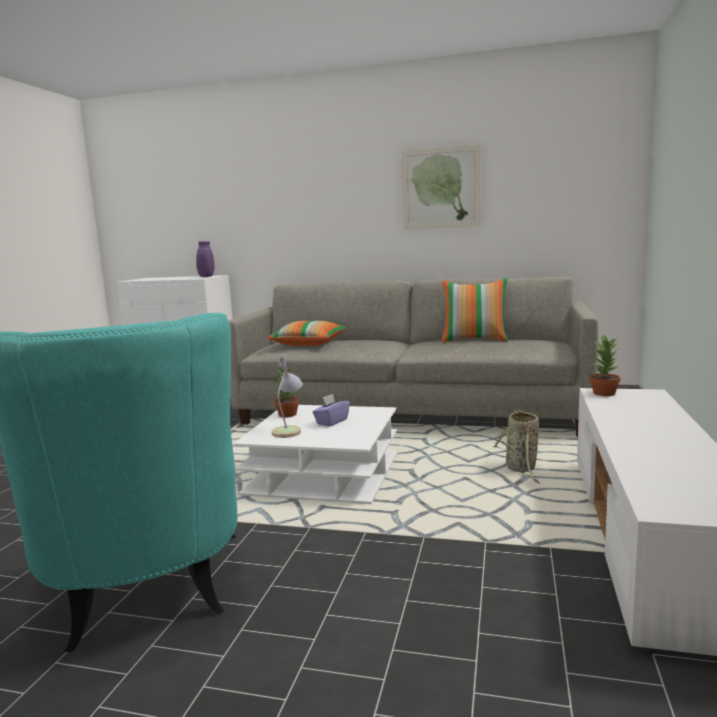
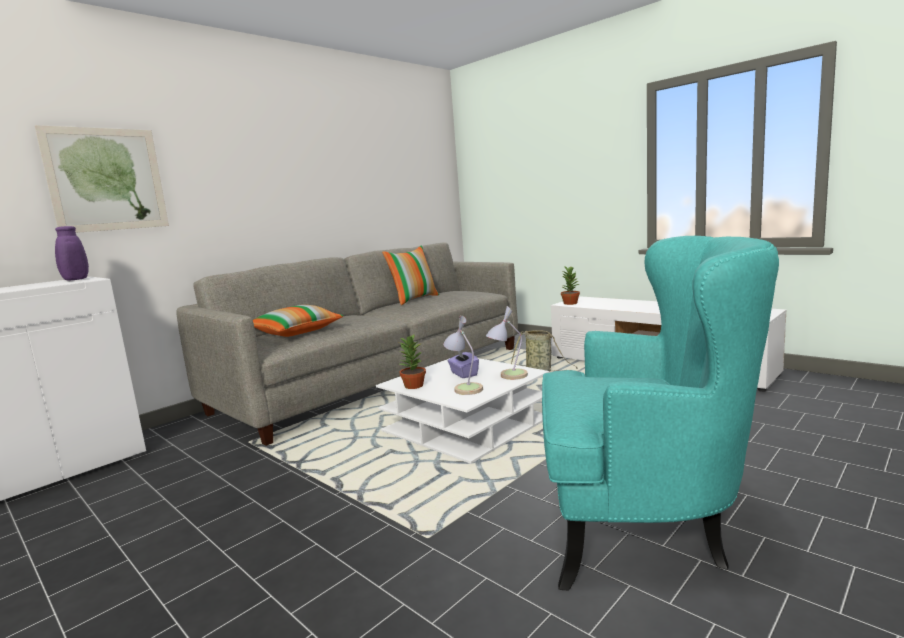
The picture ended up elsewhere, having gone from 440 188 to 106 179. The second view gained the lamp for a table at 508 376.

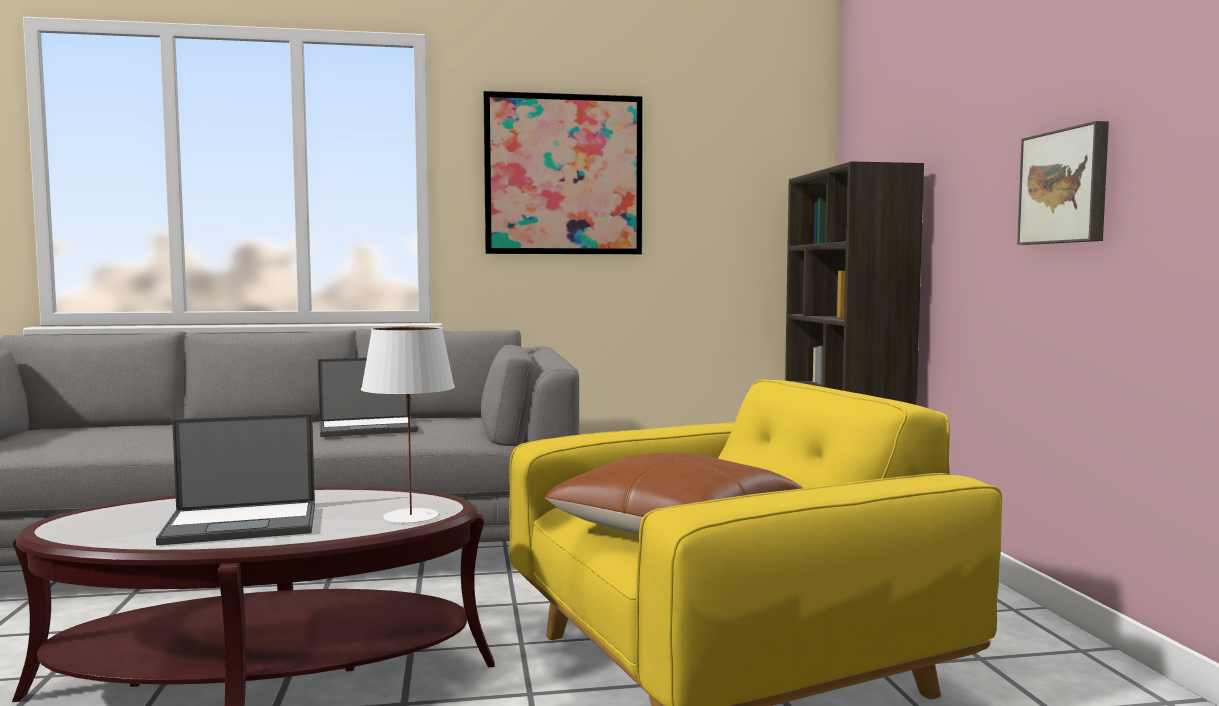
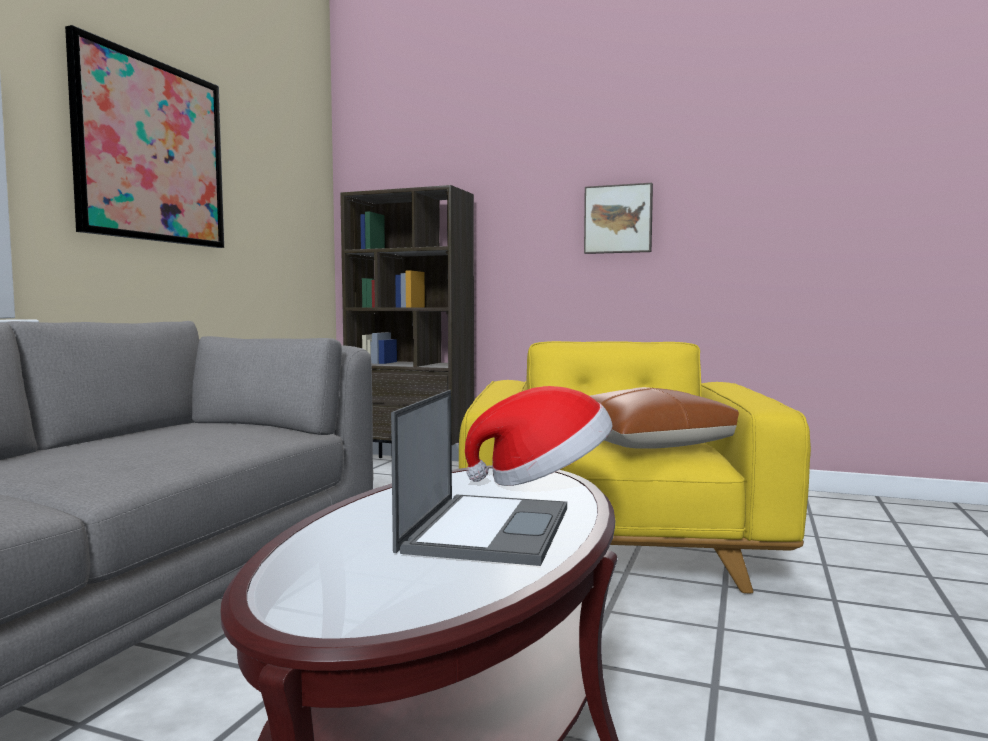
Where the lamp for a table (white) stood at 411 516, the wearable hat came to stand at 544 480. The second view lost the portable computer at 369 428.

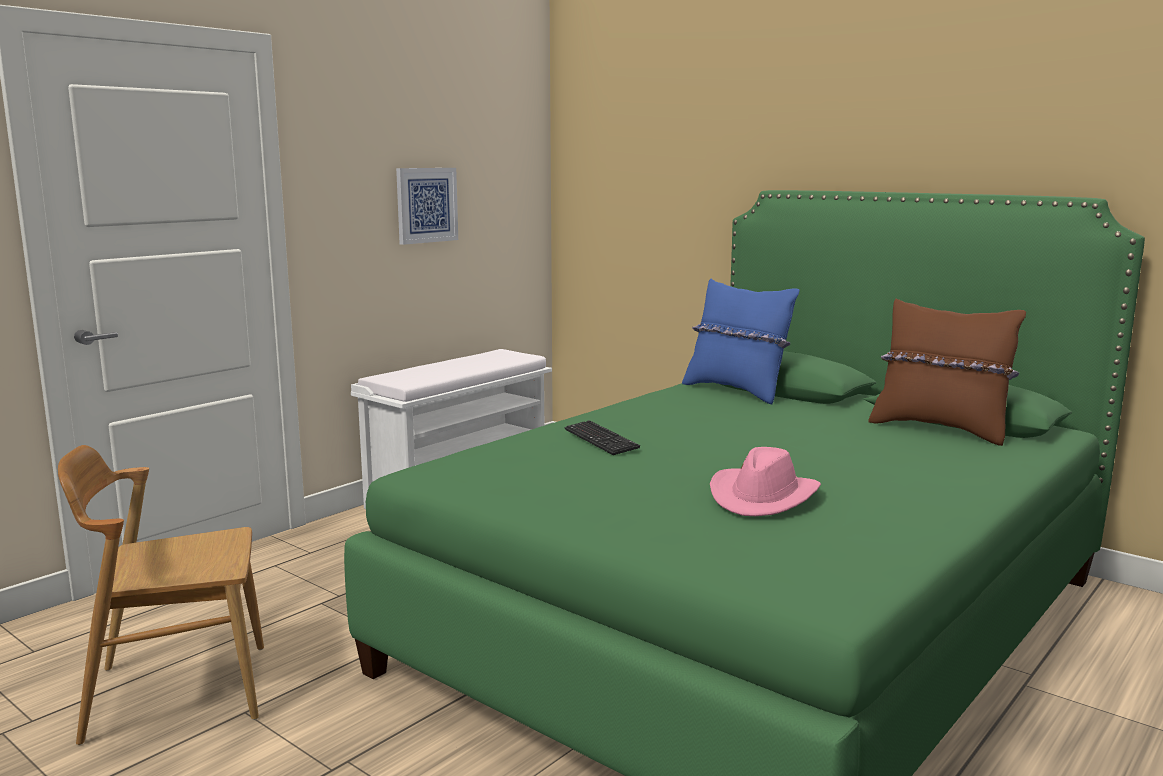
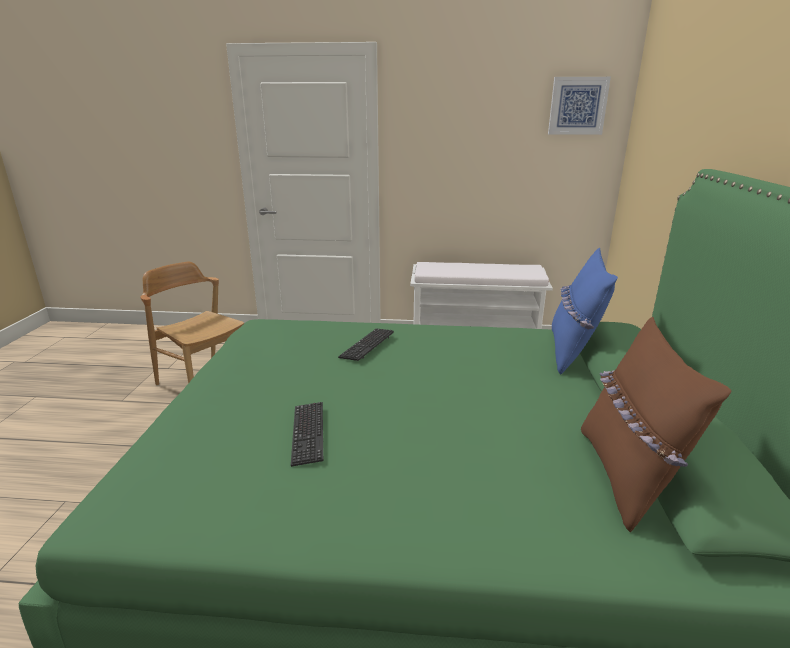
Where the wearable hat (pink) stood at 764 497, the computer keyboard came to stand at 308 434. The picture ended up elsewhere, having gone from 426 205 to 577 106.

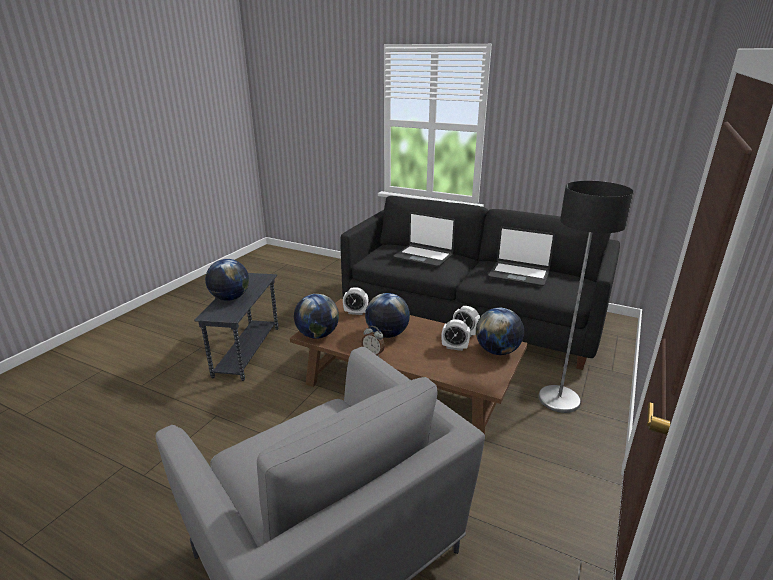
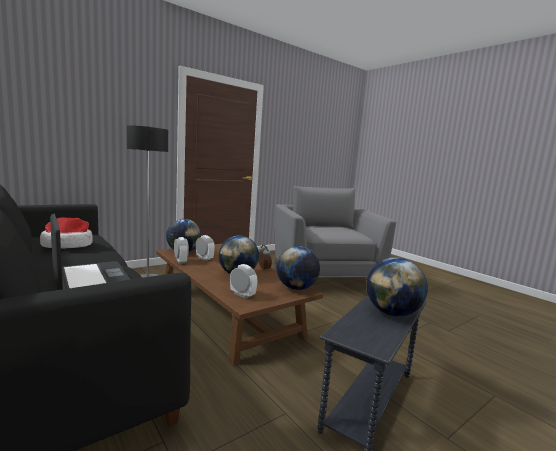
Where the portable computer stood at 519 274, the wearable hat came to stand at 68 245.

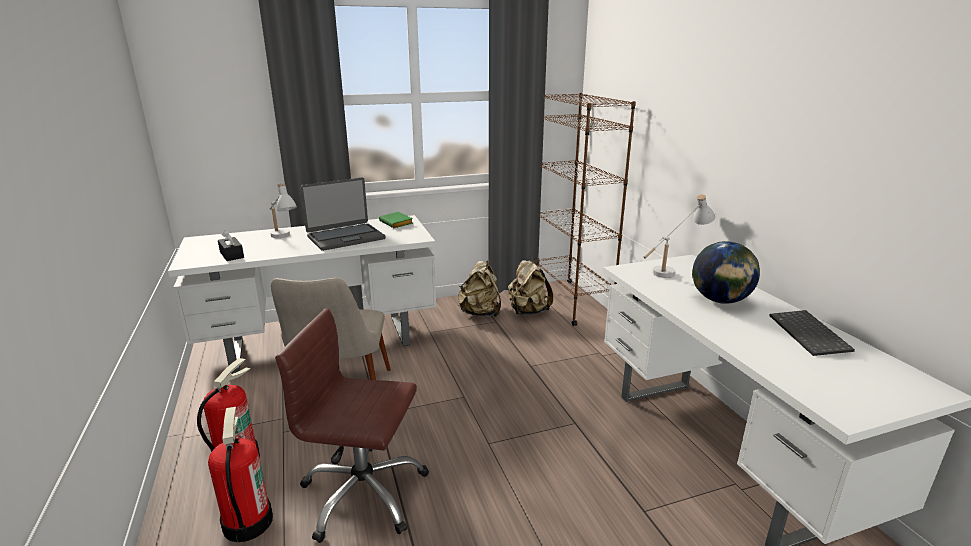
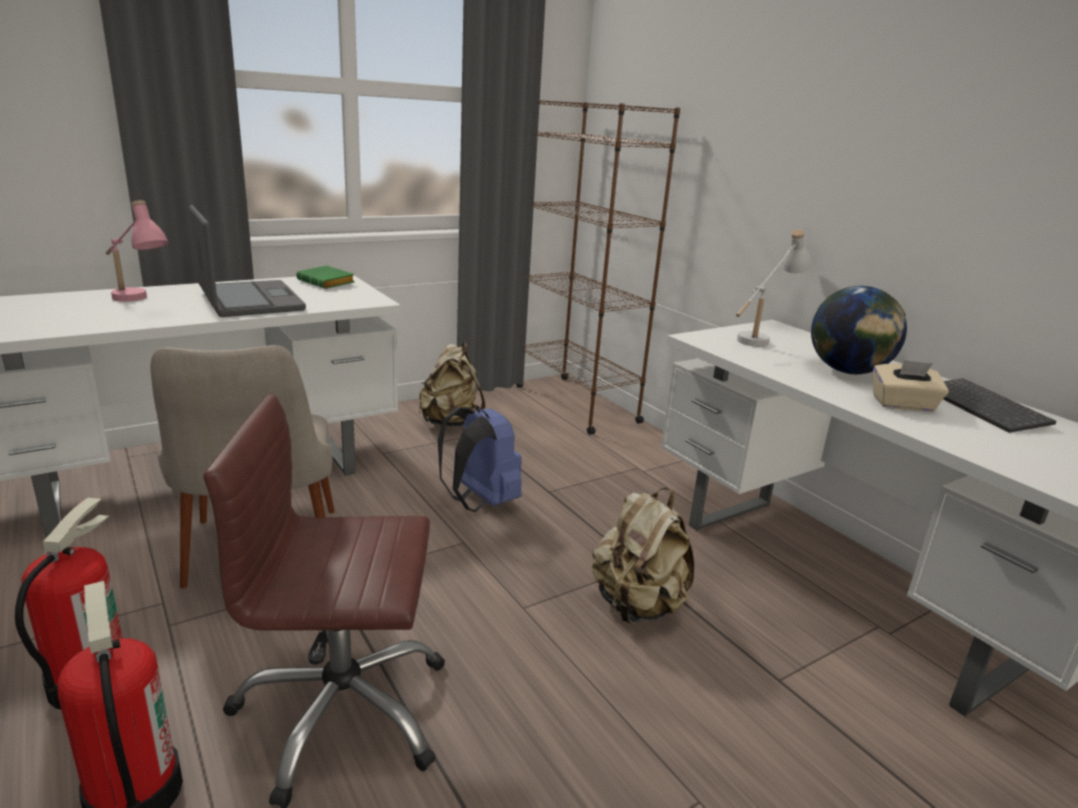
What was the lamp for a table (white) at 283 239 turned into the lamp for a table (pink) at 138 302. The portable computer at 345 237 ended up facing another way, 75 degrees counterclockwise from before. The second view gained the backpack (bluish) at 480 502. The backpack (beige-coloured) ended up elsewhere, having gone from 528 311 to 637 605. The second view gained the tissue box (beige-coloured) at 903 405. The second view lost the tissue box (black-coloured) at 232 255.

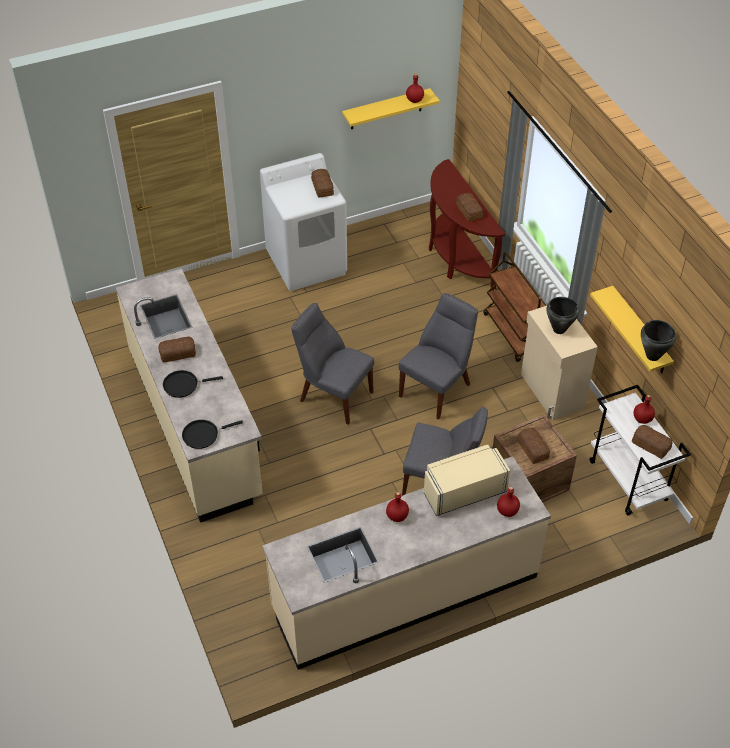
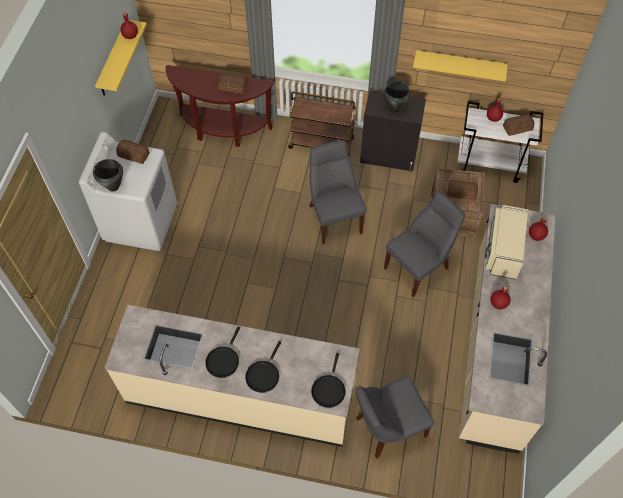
The cooking pot (black-coloured) ended up elsewhere, having gone from 652 356 to 113 187. Where the baked bread stood at 177 353, the pan (black-coloured) came to stand at 223 360. The upright chair (greyish) ended up elsewhere, having gone from 333 395 to 387 427. What was the cabinet (beige-coloured) at 551 392 turned into the cabinet (black-coloured) at 388 156.

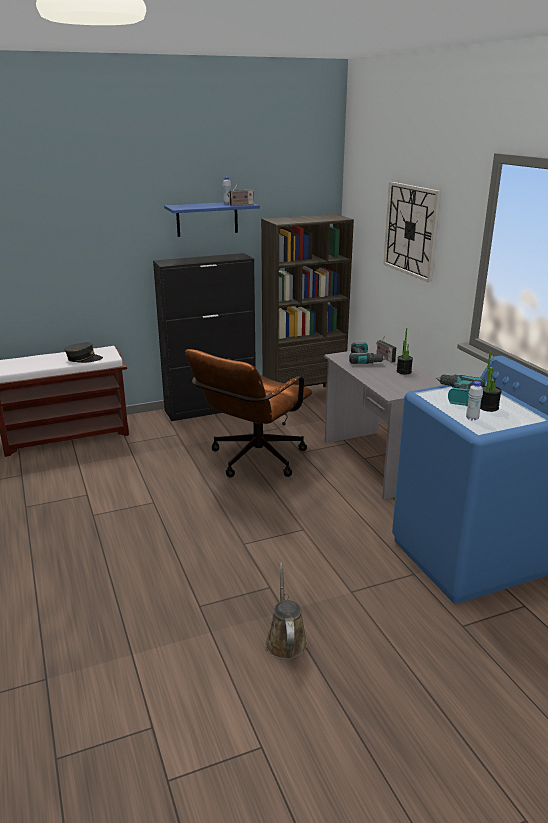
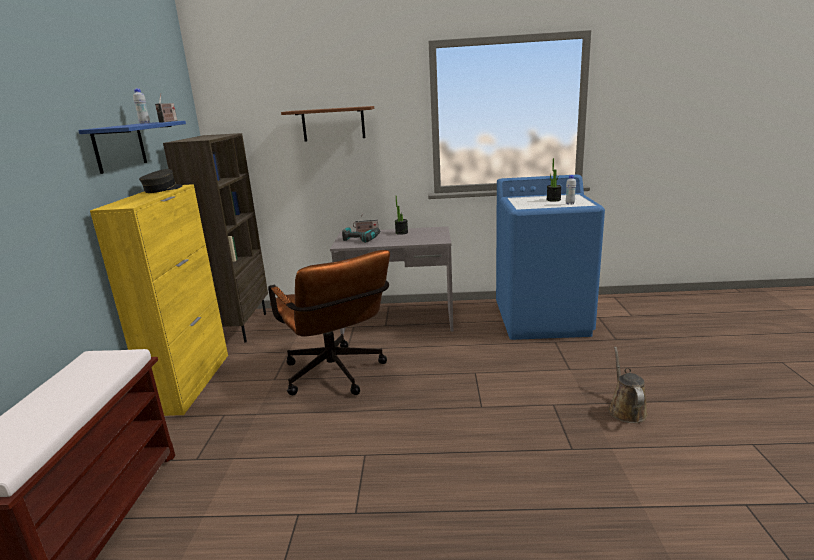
What was the cabinet (black-coloured) at 211 408 turned into the cabinet (yellow-coloured) at 191 382. The baseball cap (greyish) ended up elsewhere, having gone from 83 358 to 163 189. Where the hanging clock hung at 411 230, the wall shelf (brown) came to hang at 333 124. The watering pot (brown) at 285 640 ended up facing another way, 75 degrees clockwise from before. The second view lost the electric drill at 457 395.

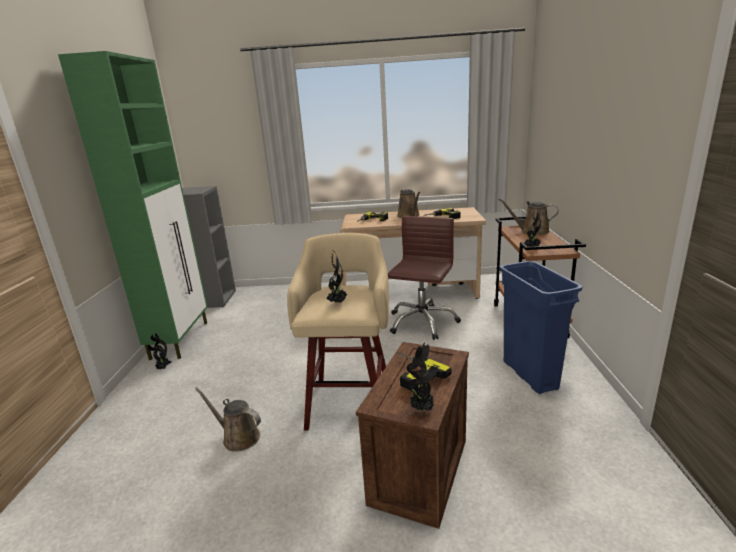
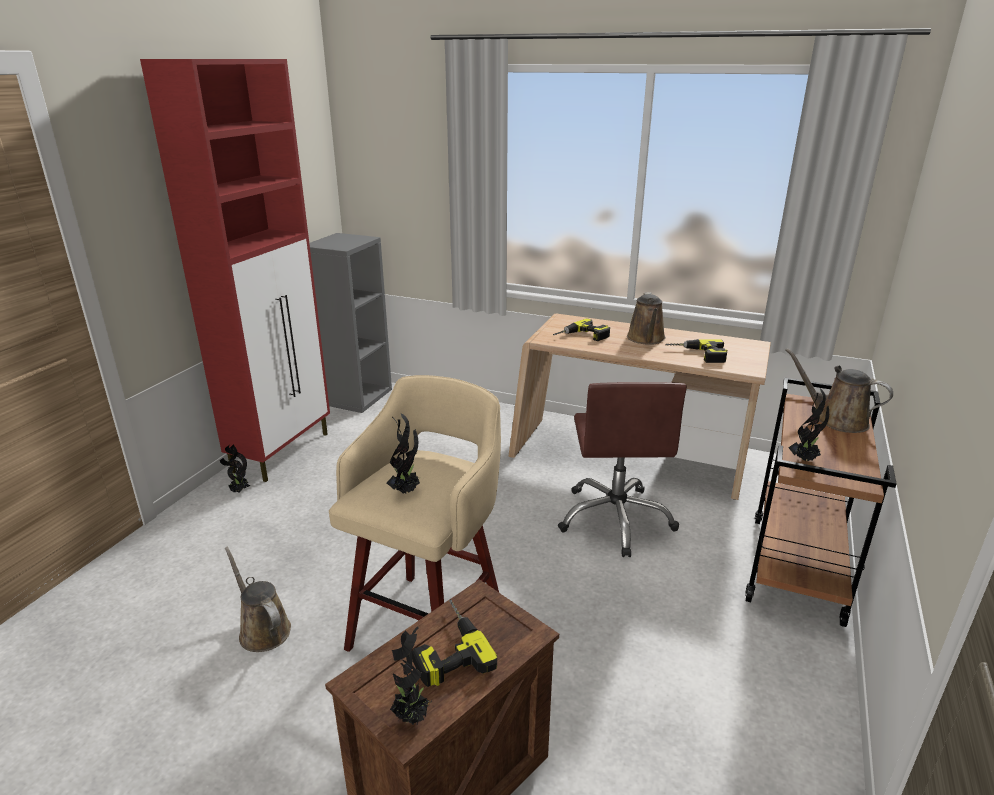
What was the cabinet (green) at 181 339 turned into the cabinet (red) at 283 452. The computer chair (brown) at 422 322 ended up facing another way, 135 degrees clockwise from before. The second view lost the trash can (bluish) at 530 375.

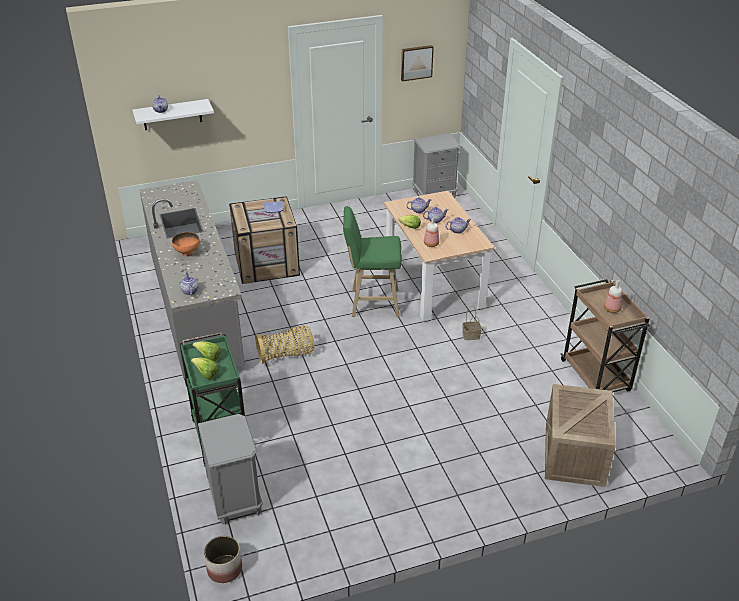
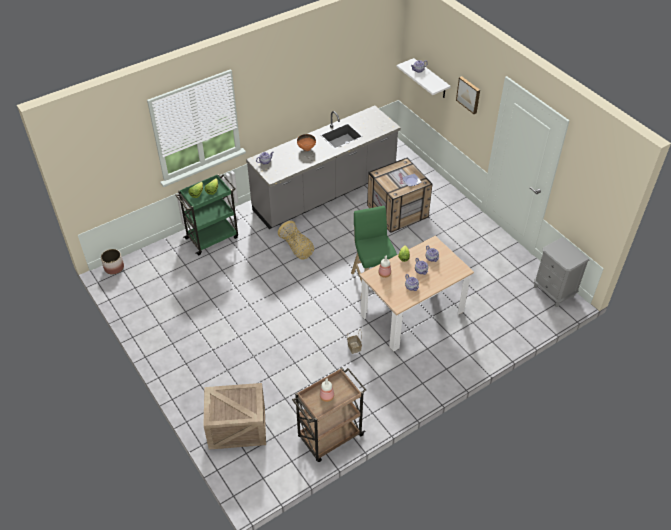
The picture ended up elsewhere, having gone from 416 62 to 469 94. The second view lost the bedside table (greyish) at 235 499.

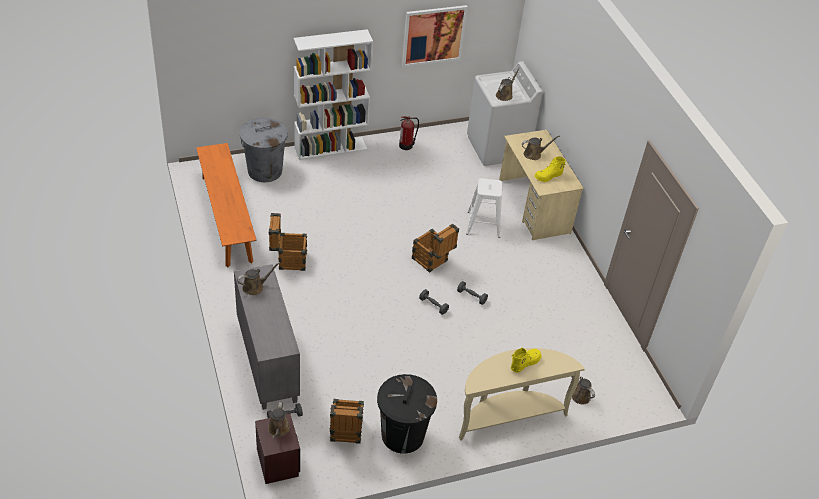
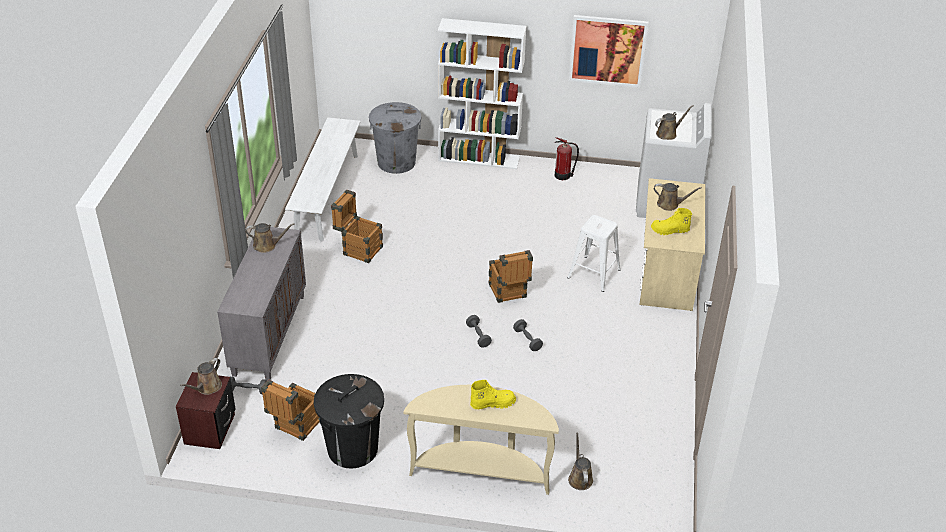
What was the long seat (orange) at 226 218 turned into the long seat (white) at 327 195.

